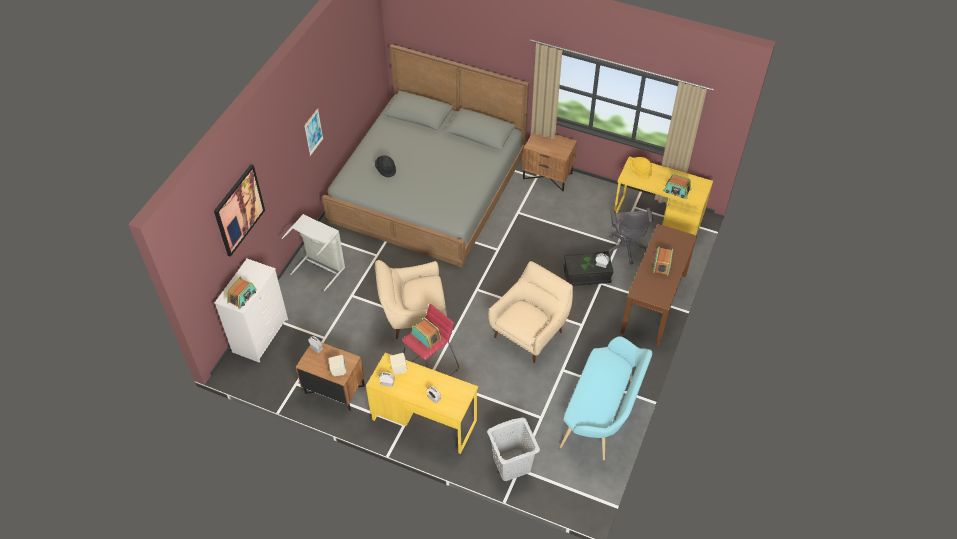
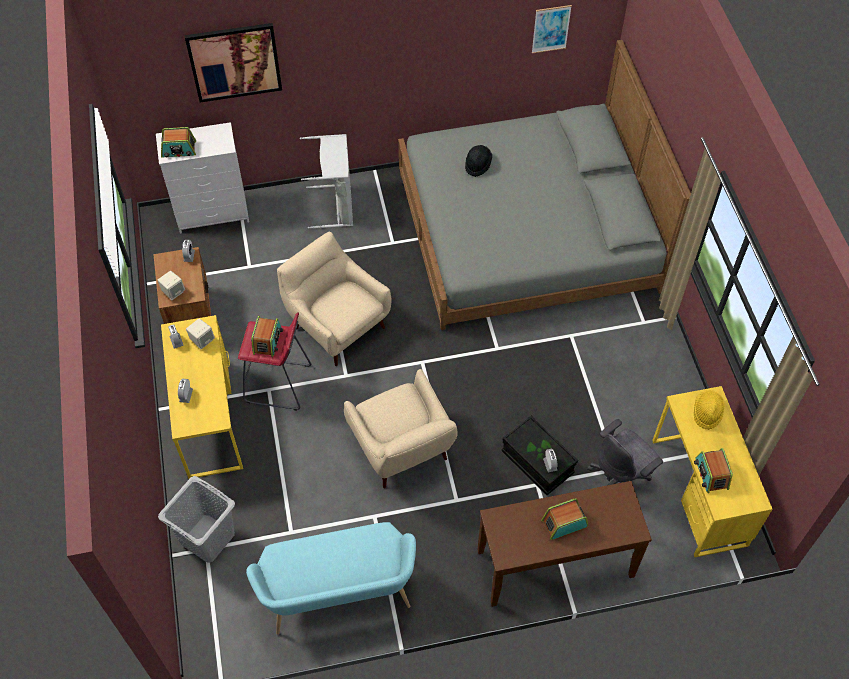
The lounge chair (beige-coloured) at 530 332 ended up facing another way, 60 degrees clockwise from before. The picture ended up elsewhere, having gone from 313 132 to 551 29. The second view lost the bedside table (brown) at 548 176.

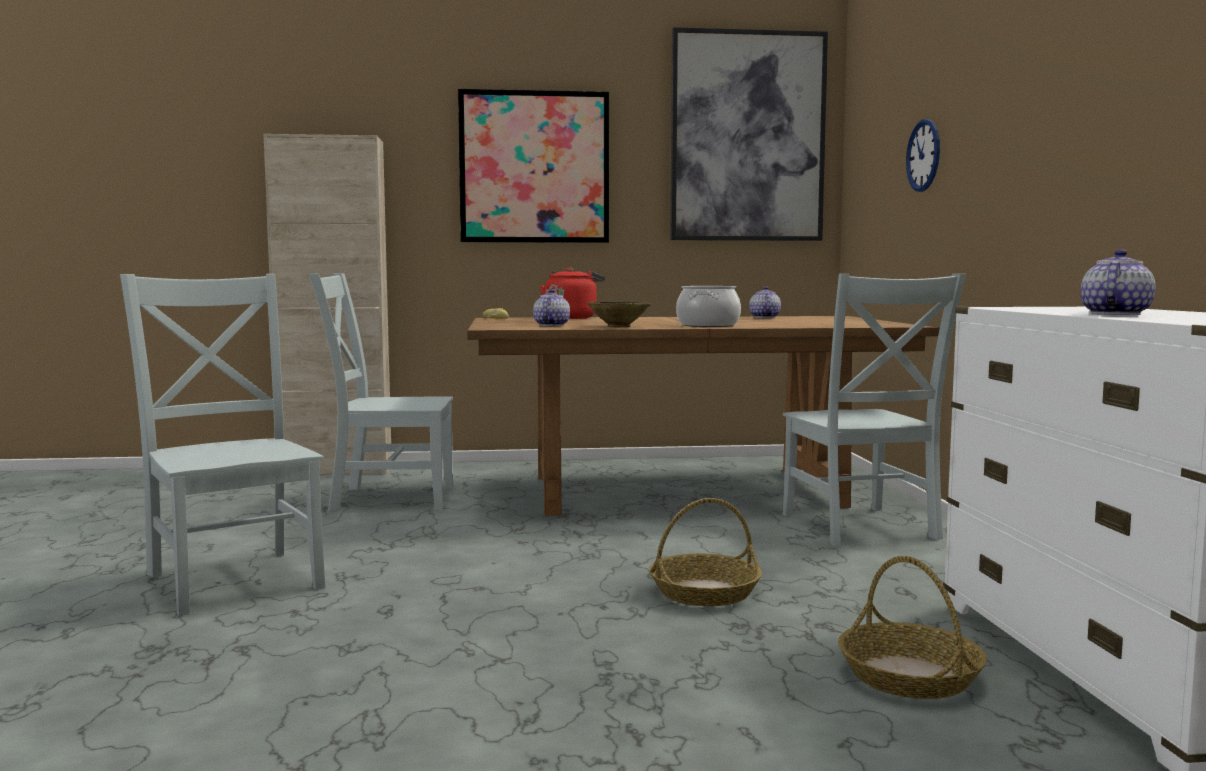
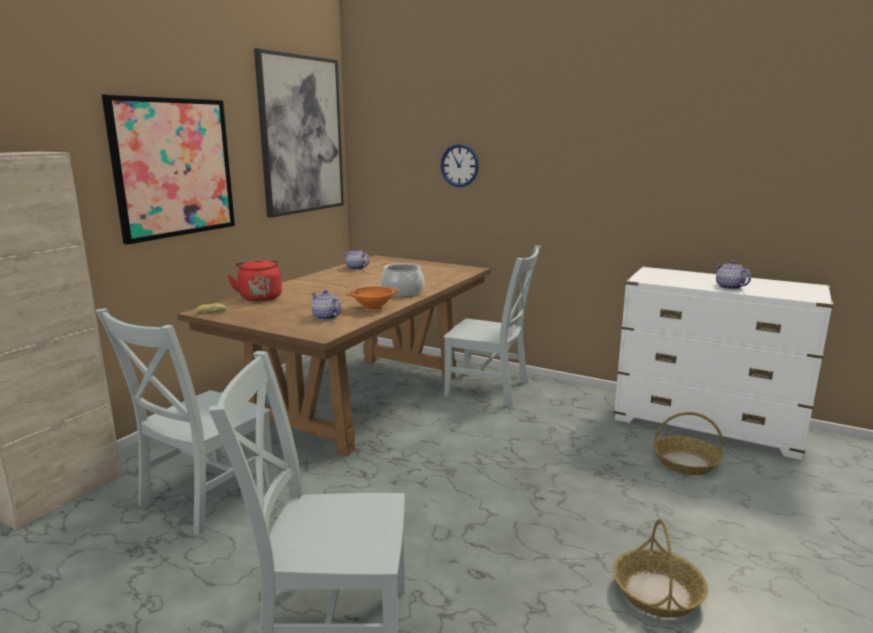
What was the deep dish (beige-coloured) at 619 326 turned into the deep dish (orange) at 373 308. The basket ended up elsewhere, having gone from 705 592 to 657 592.

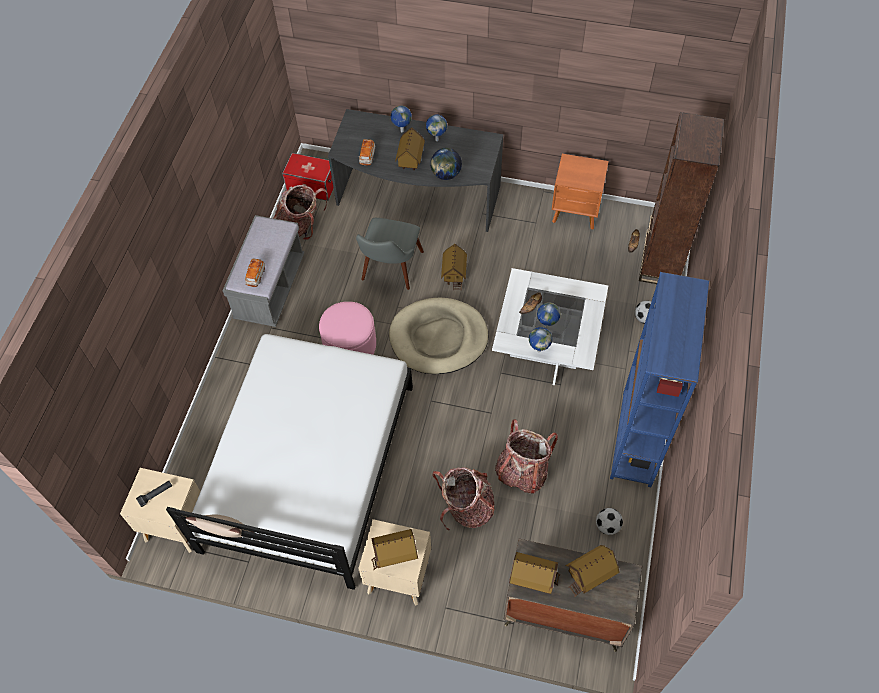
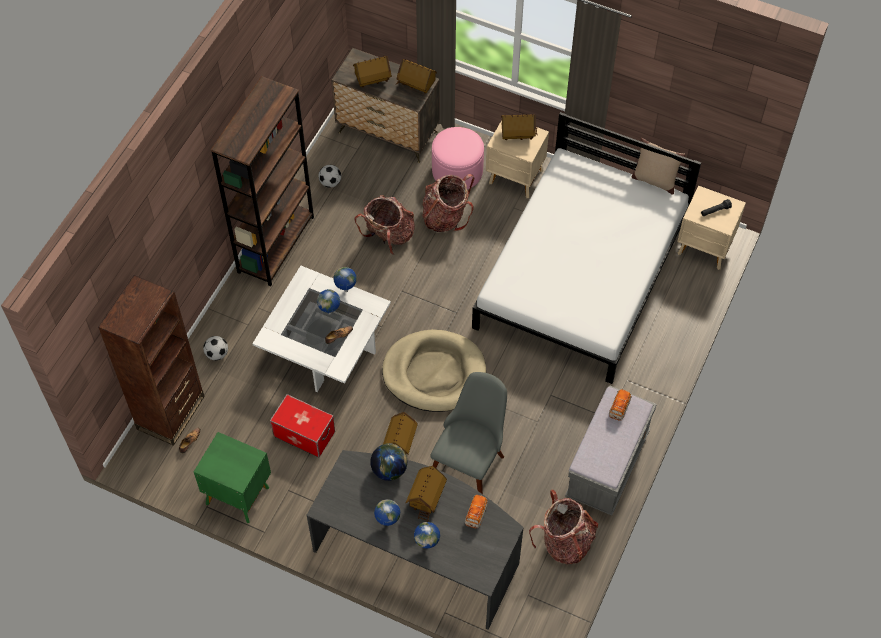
What was the bedside table (orange) at 576 213 turned into the bedside table (green) at 237 494. What was the bookshelf (bluish) at 636 439 turned into the bookshelf (brown) at 276 244. The storage bin ended up elsewhere, having gone from 312 186 to 304 434. The ottoman (pink) ended up elsewhere, having gone from 350 345 to 457 170.

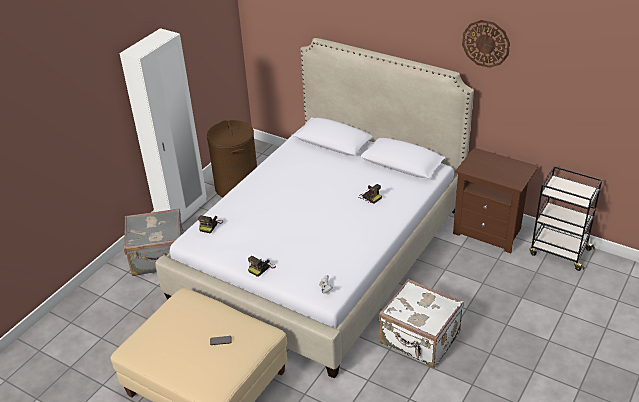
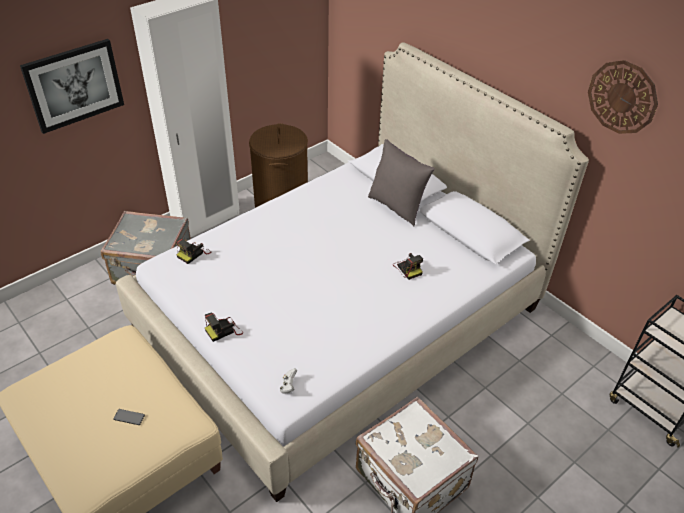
The second view gained the picture at 74 85. The second view gained the cushion (greyish) at 397 207. The second view lost the bedside table (brown) at 489 231.

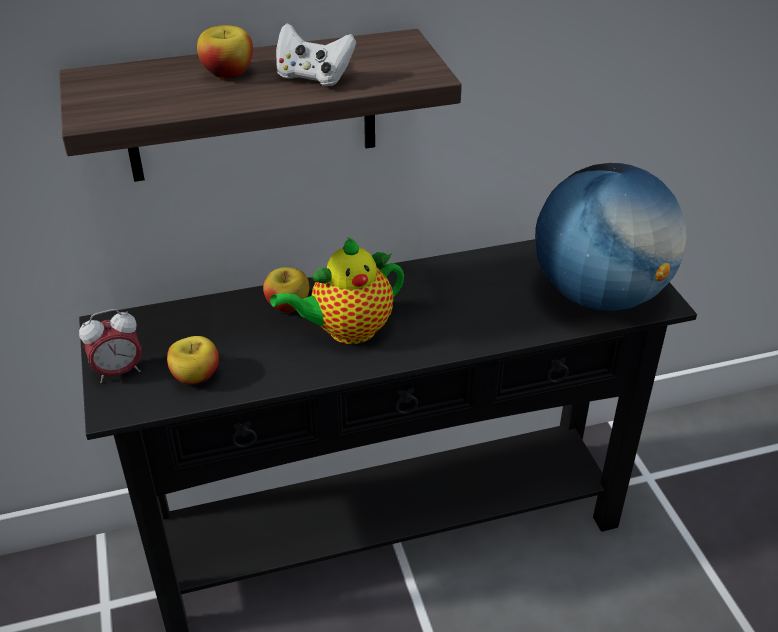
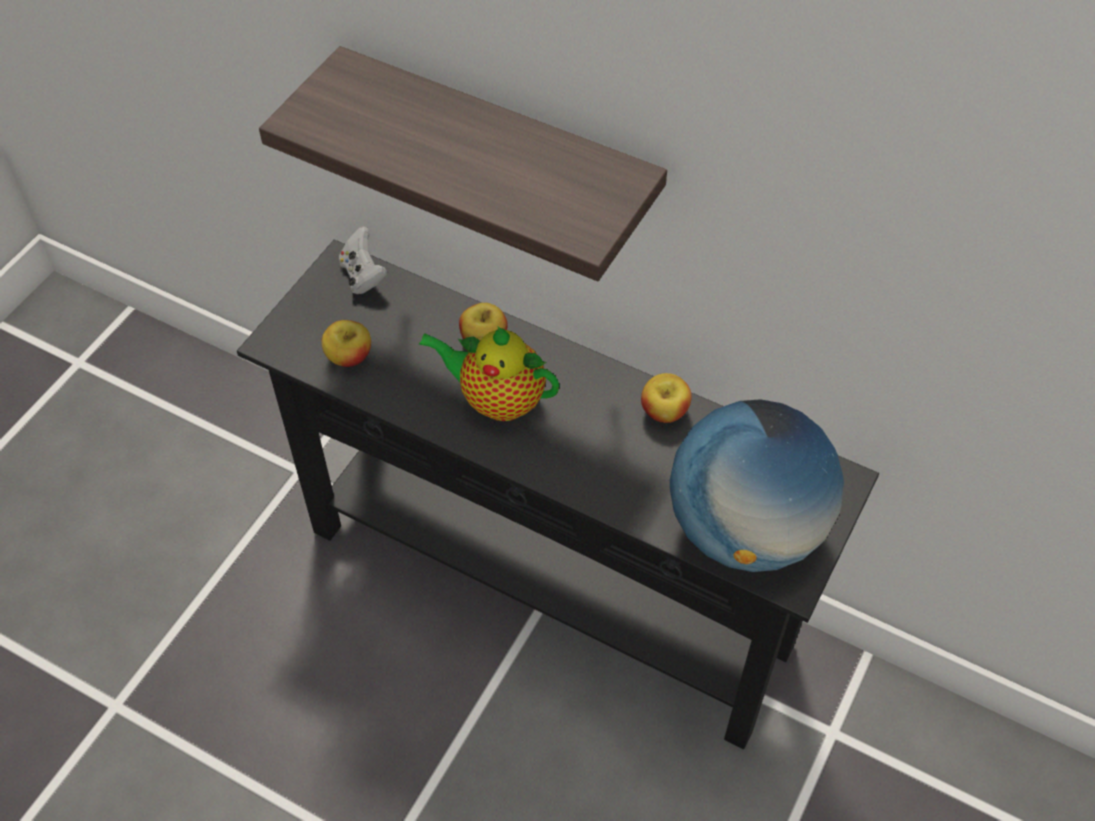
The joypad (white) ended up elsewhere, having gone from 313 77 to 363 275. The whole apple ended up elsewhere, having gone from 228 73 to 664 411. The second view lost the bedside clock at 118 372.

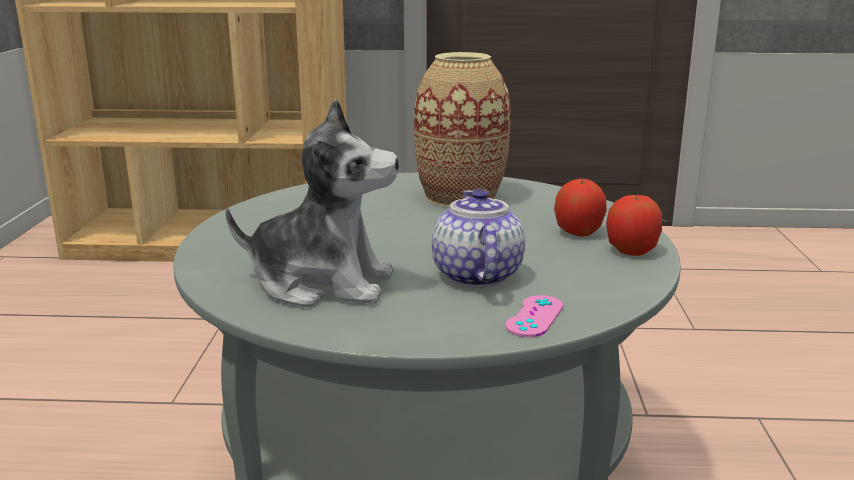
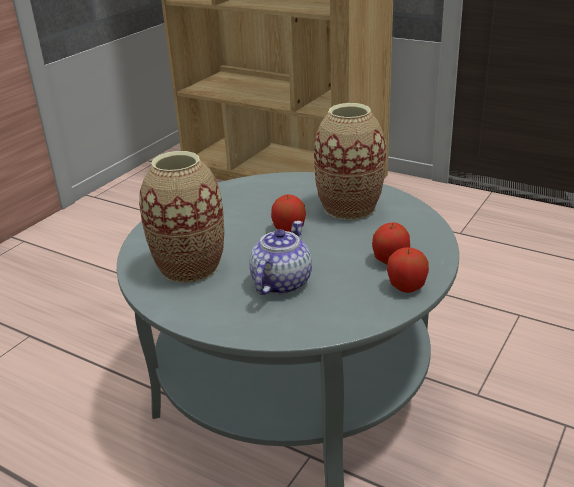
Where the soft toy stood at 322 283, the flower vase came to stand at 190 266. The second view gained the whole apple at 289 230. The second view lost the joypad (pink) at 534 316.

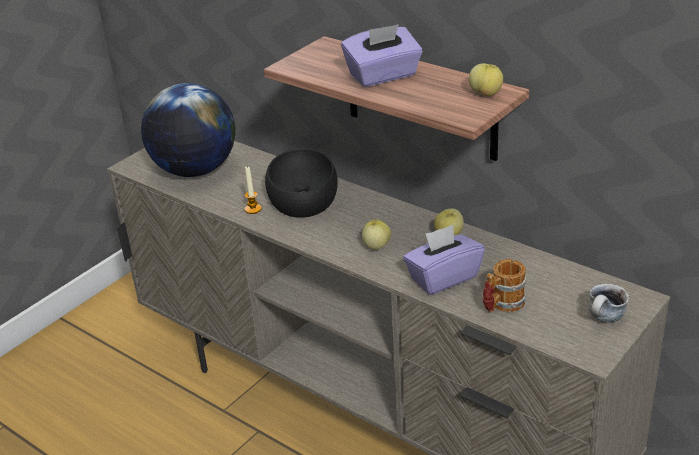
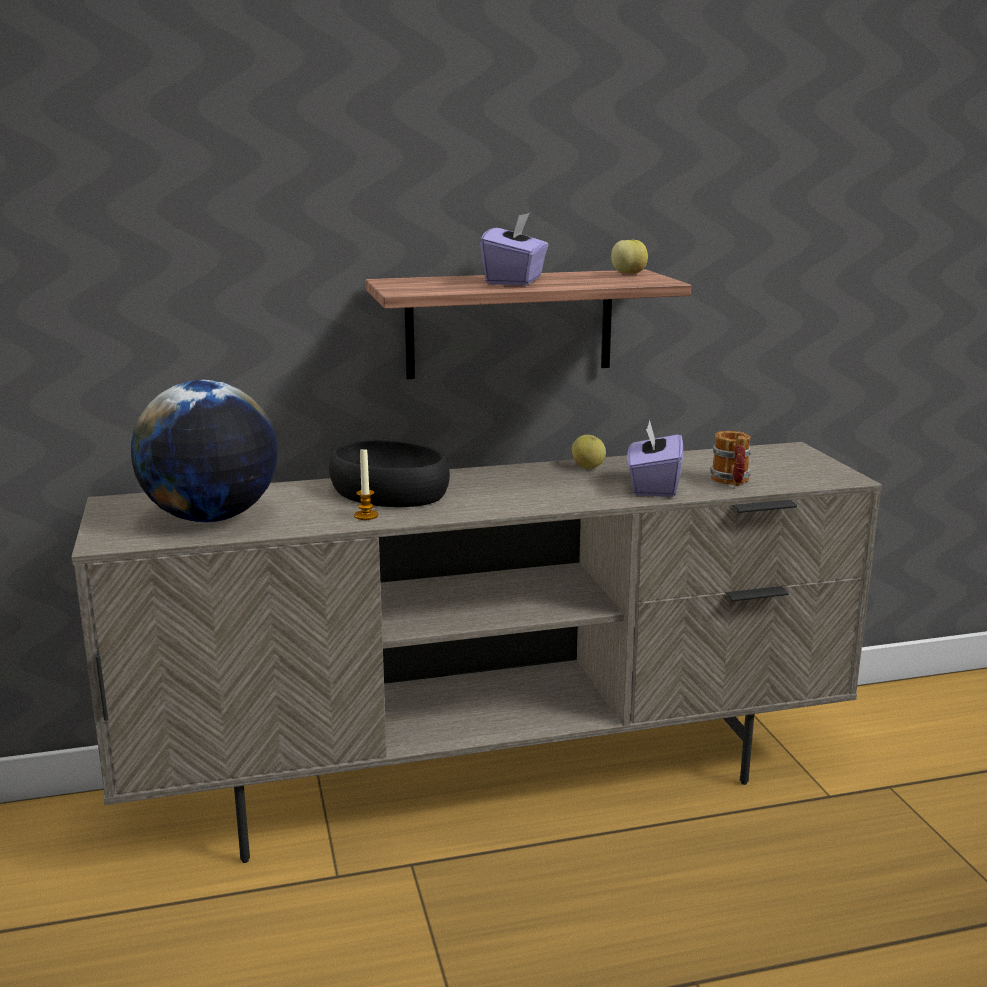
The second view lost the whole apple at 376 246. The second view lost the tea mug at 605 320.

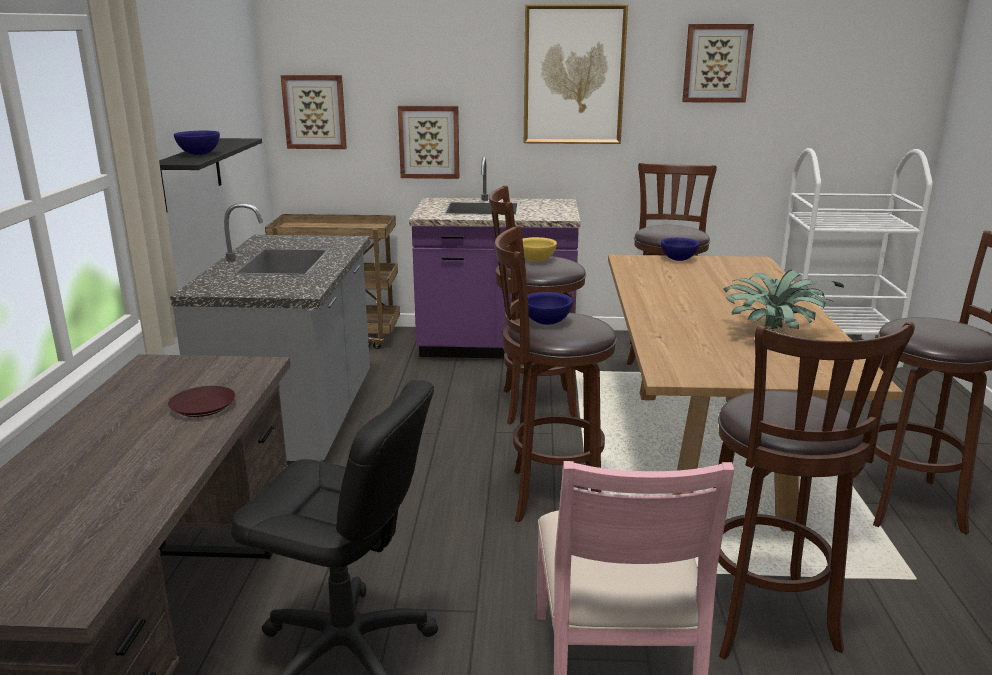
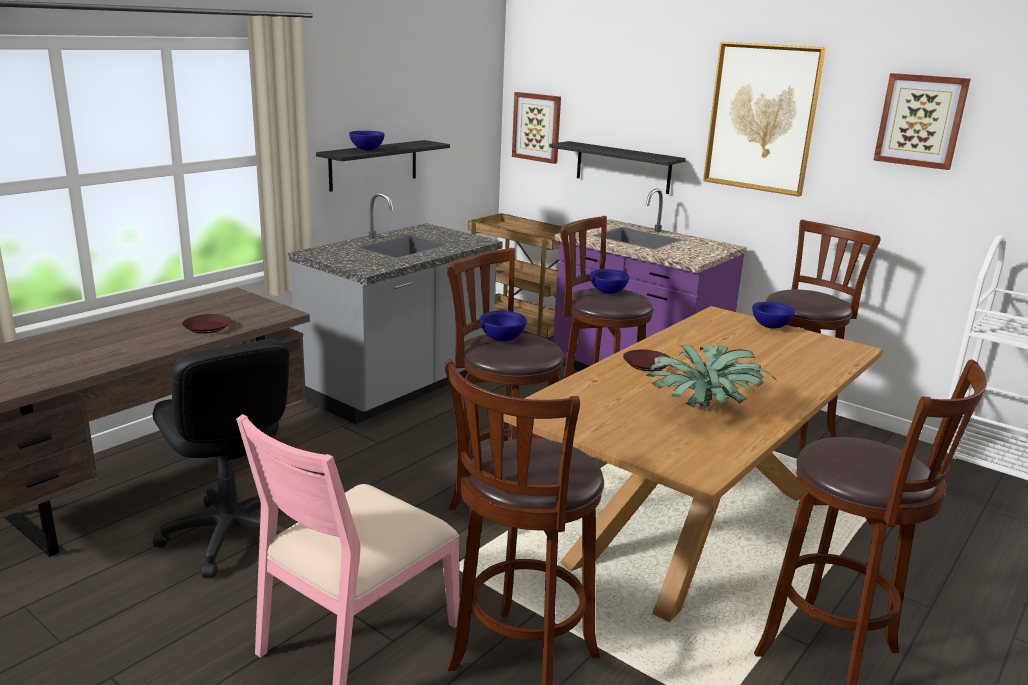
Where the picture hung at 429 142, the wall shelf (black-coloured) came to hang at 623 167. What was the deep dish (yellow-coloured) at 535 261 turned into the deep dish (bluish) at 607 292. The second view gained the plate (brown) at 646 364.

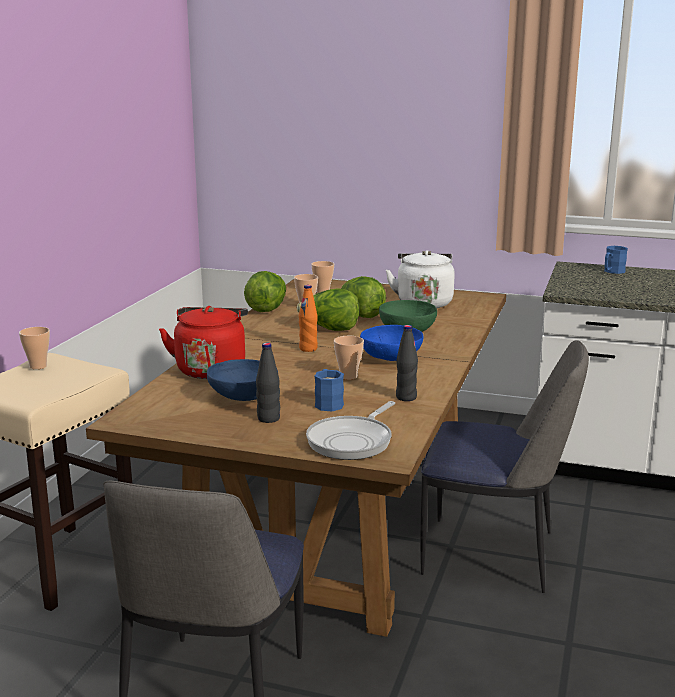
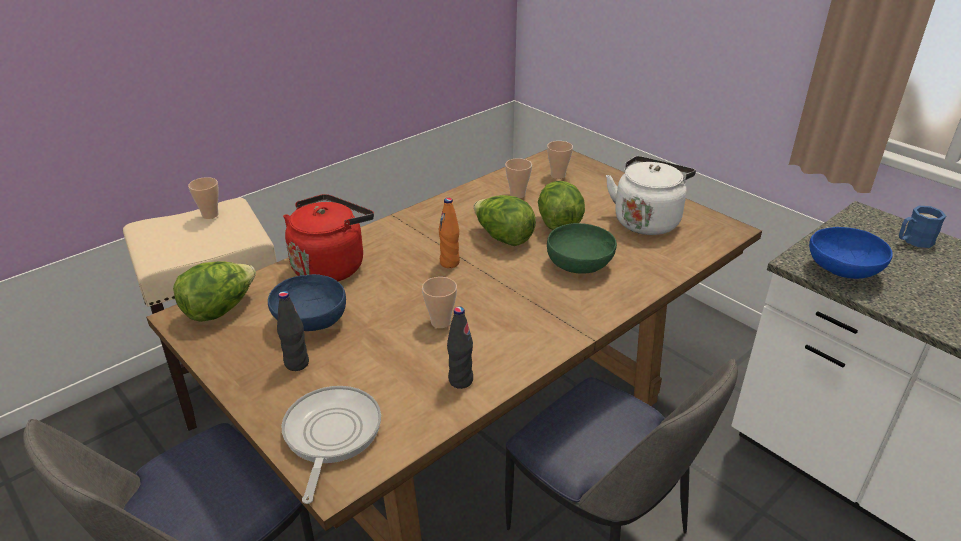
The lettuce head ended up elsewhere, having gone from 266 308 to 220 309. The pan at 352 441 ended up facing another way, 120 degrees clockwise from before. The deep dish (bluish) ended up elsewhere, having gone from 391 359 to 842 272. The second view lost the tea mug (bluish) at 328 403.

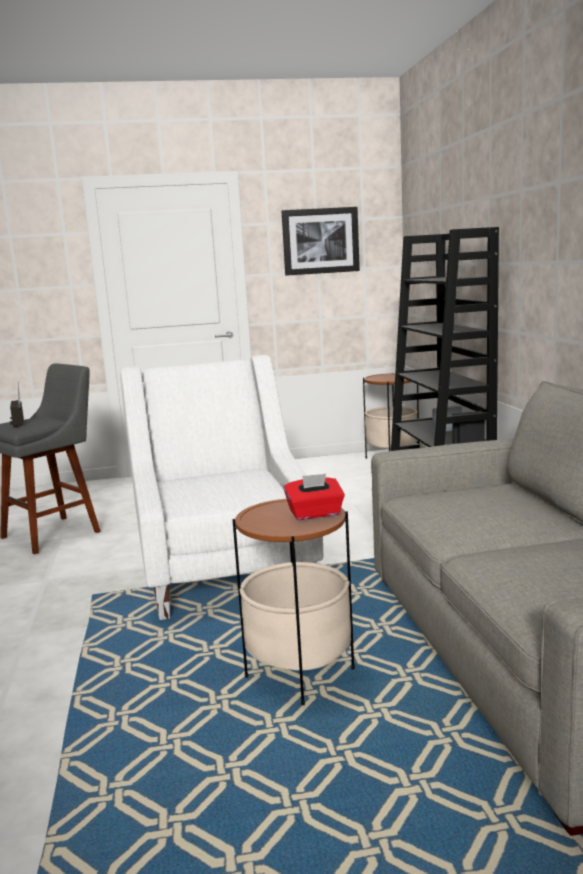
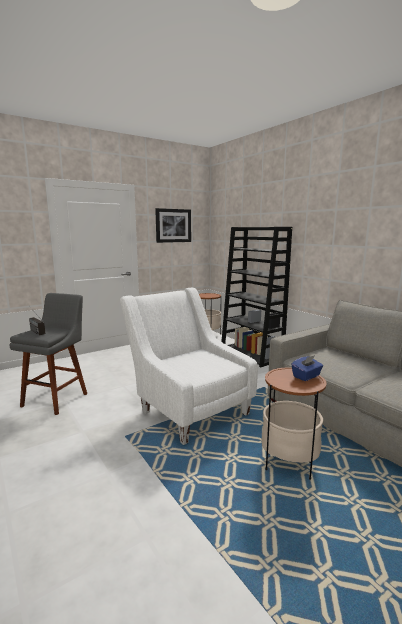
What was the tissue box (red) at 315 514 turned into the tissue box (bluish) at 306 376.

